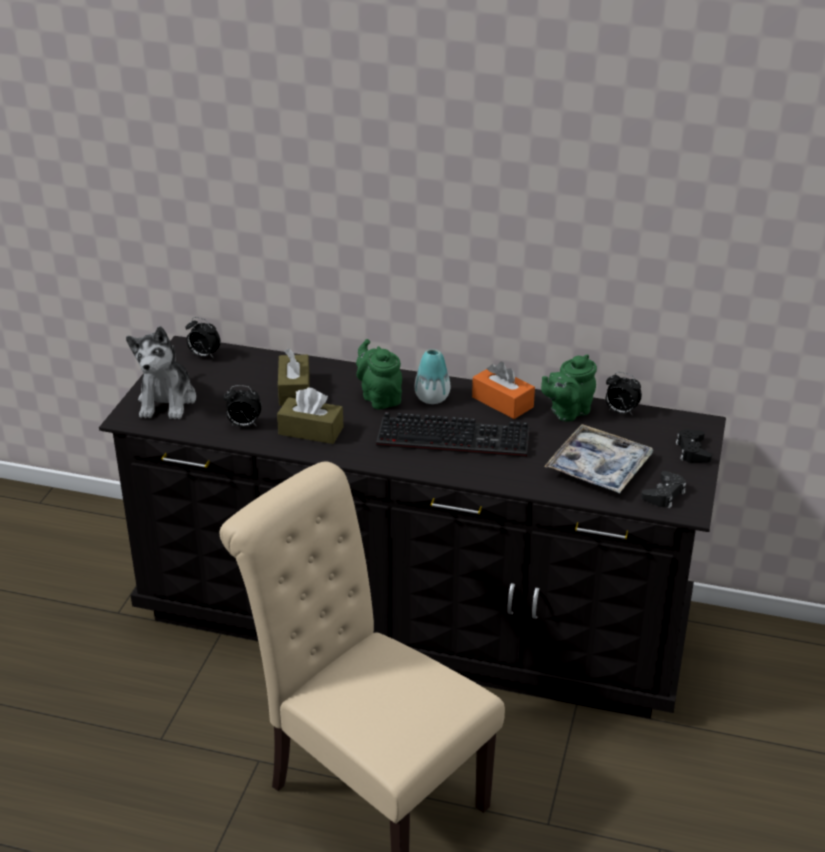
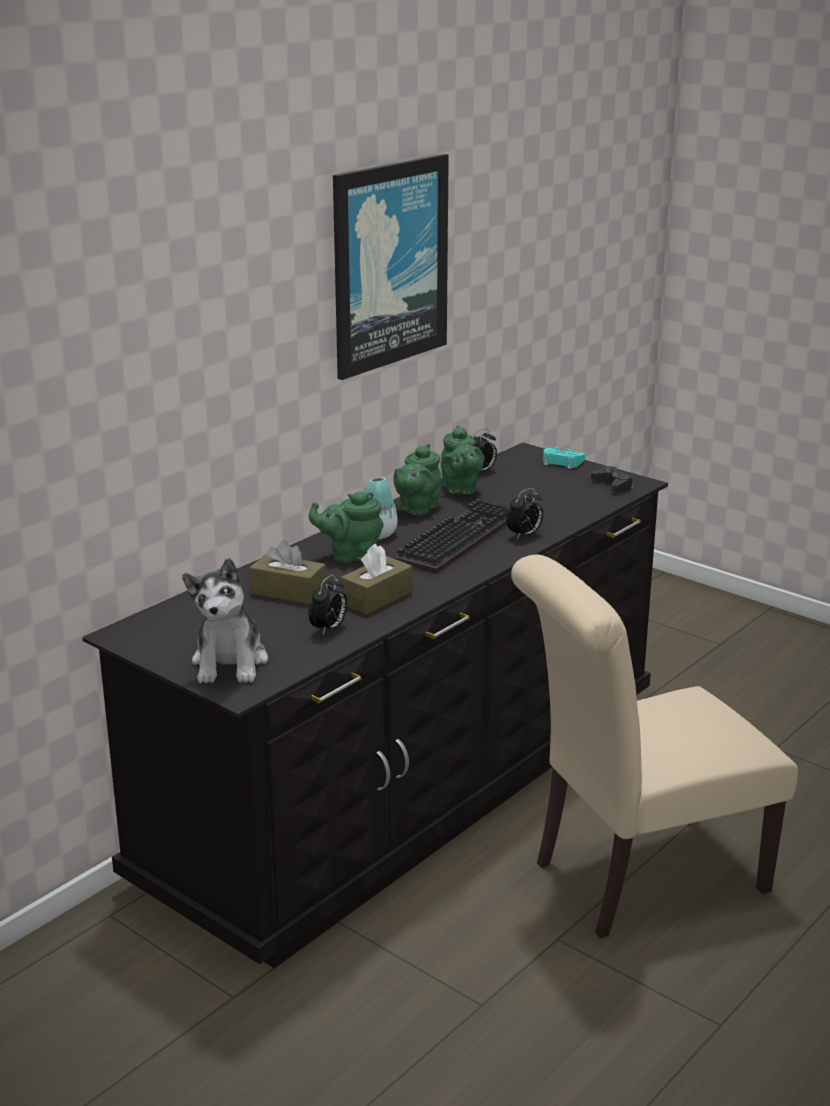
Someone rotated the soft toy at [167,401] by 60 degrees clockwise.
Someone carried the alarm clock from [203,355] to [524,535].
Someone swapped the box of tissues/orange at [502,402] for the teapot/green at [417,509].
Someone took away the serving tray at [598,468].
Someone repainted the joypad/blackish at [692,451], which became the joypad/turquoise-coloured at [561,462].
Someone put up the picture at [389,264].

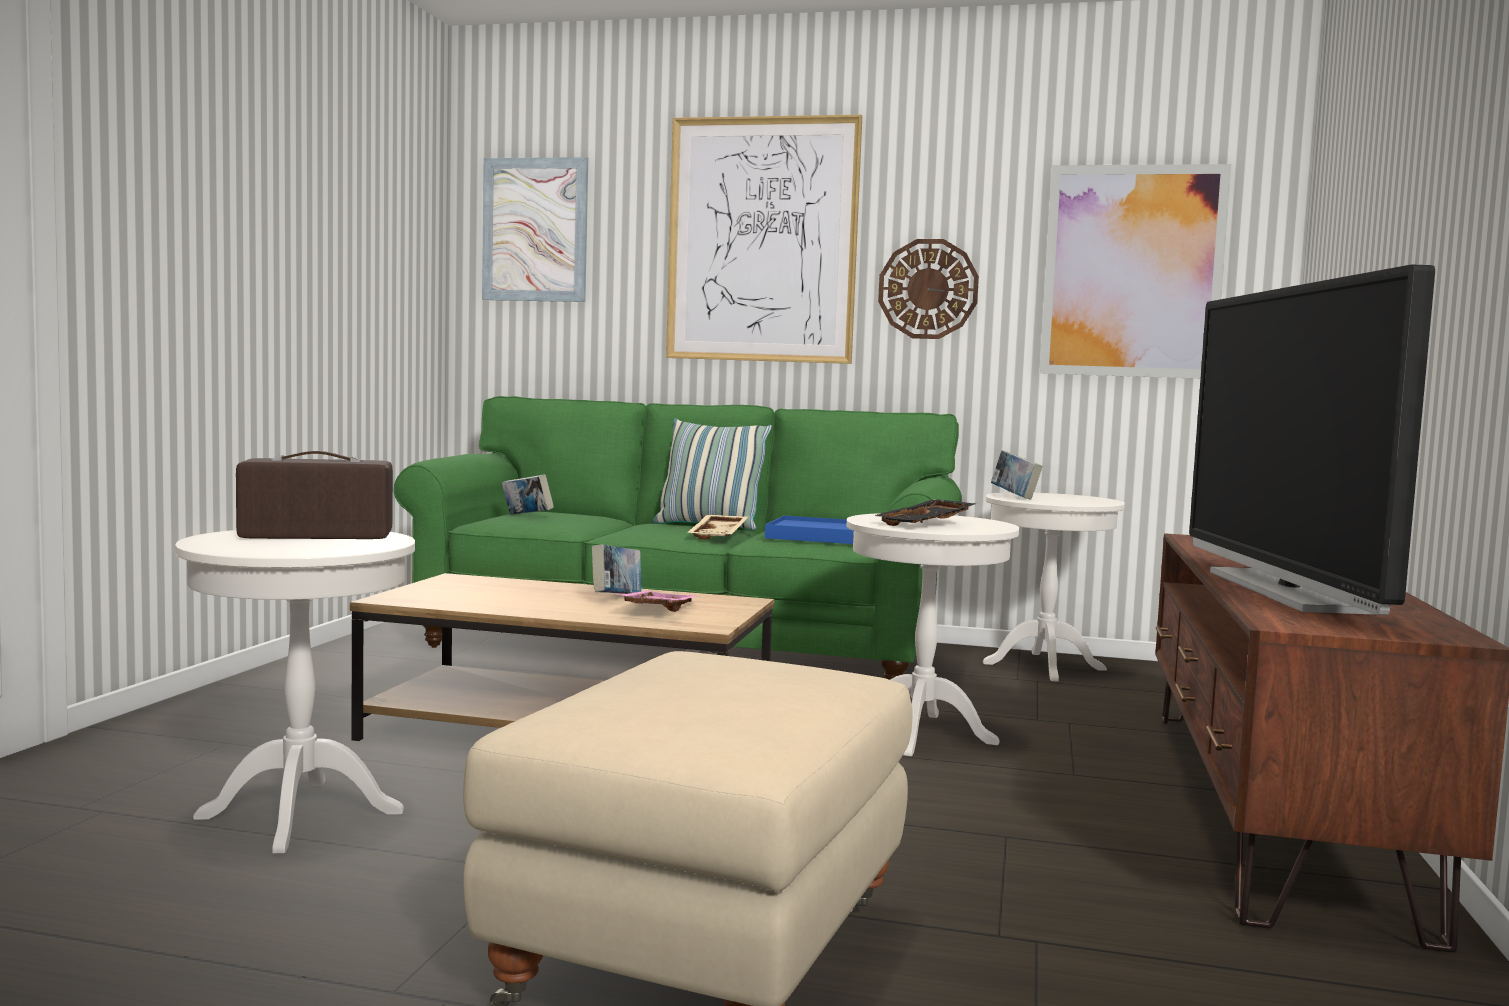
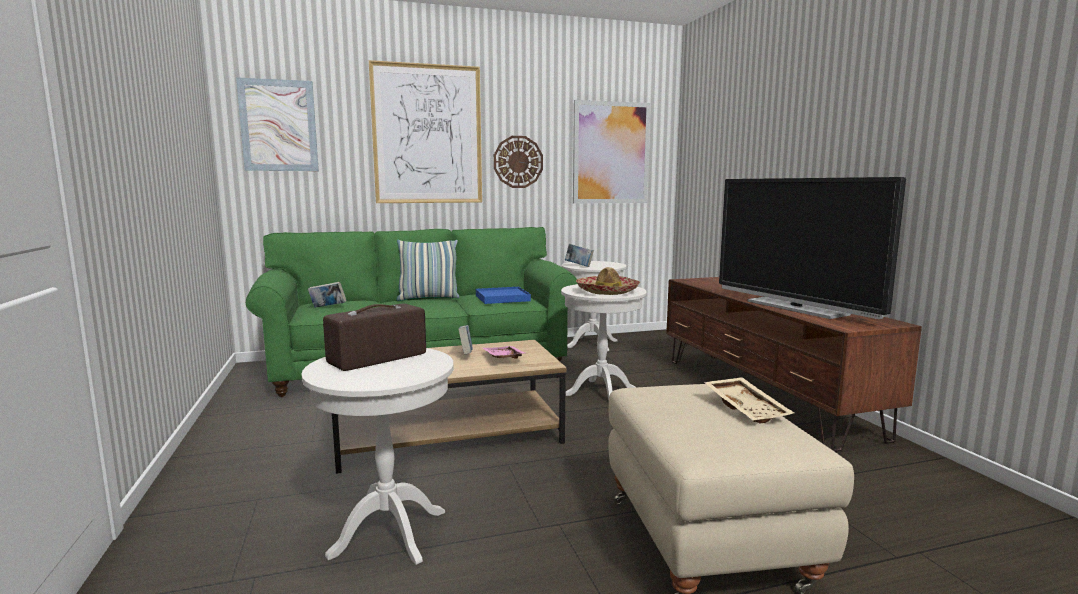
Someone carried the serving tray/sand-coloured from [720,536] to [747,408].
Someone swapped the serving tray/blackish at [926,524] for the wearable hat at [607,291].

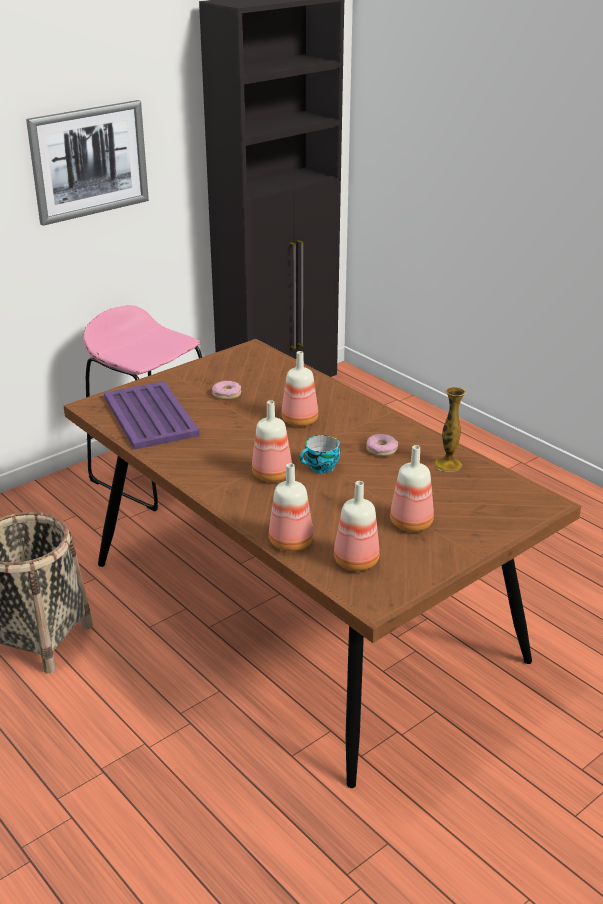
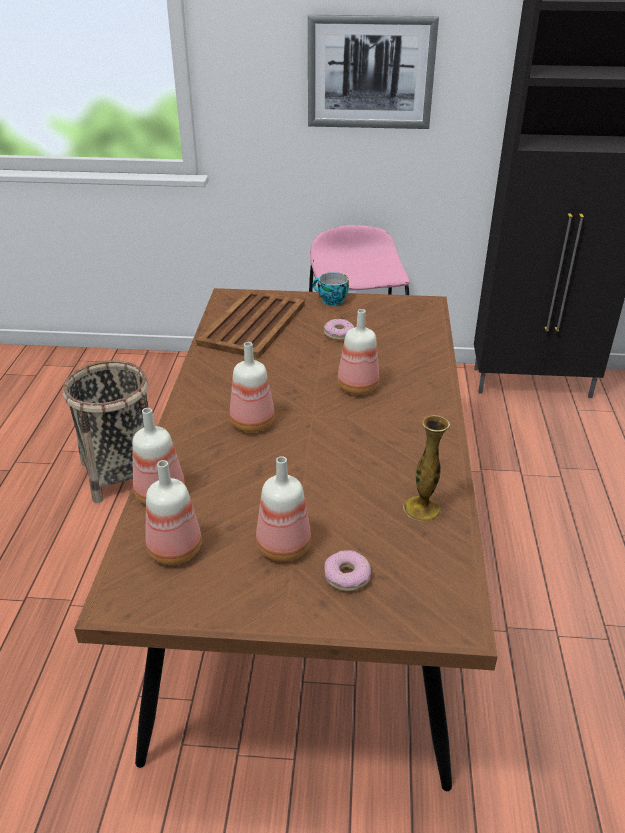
Someone repainted the serving tray/purple-coloured at [150,417], which became the serving tray/brown at [252,325].
Someone carried the cup from [321,468] to [331,301].
Someone carried the donut from [381,449] to [347,576].

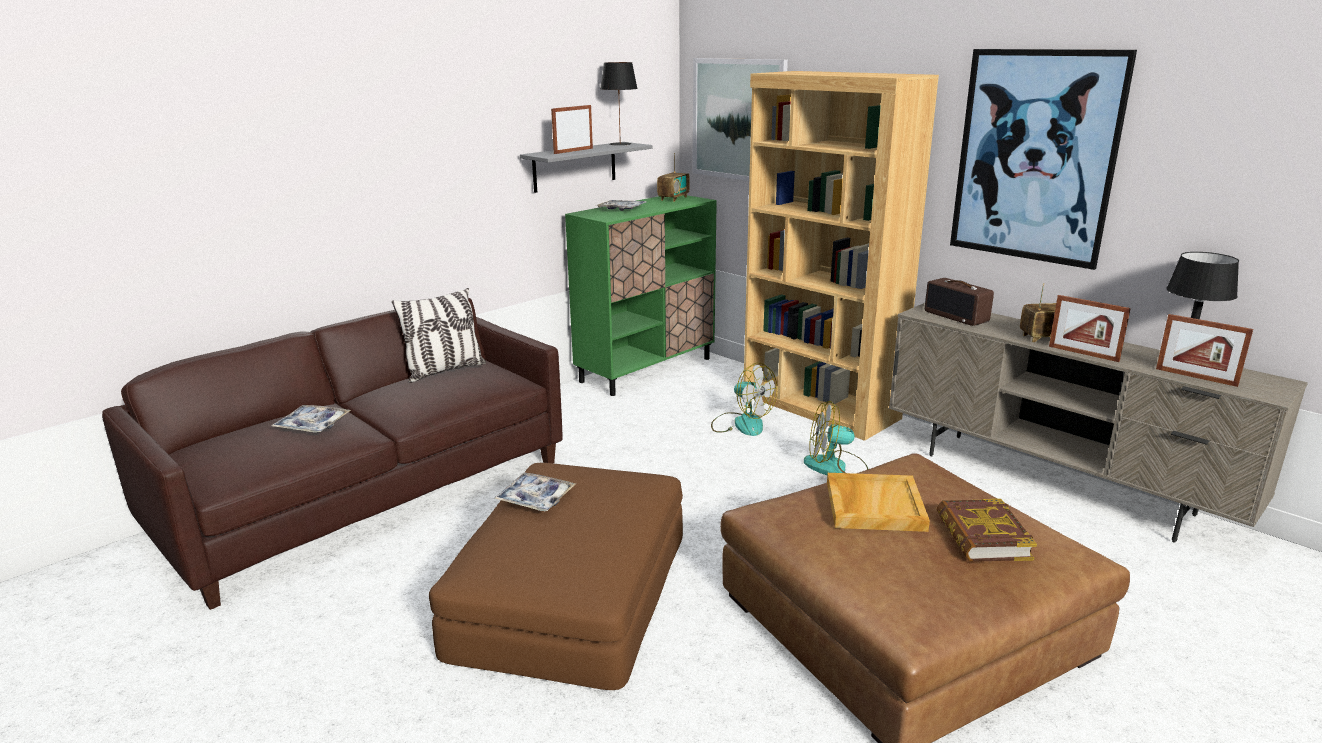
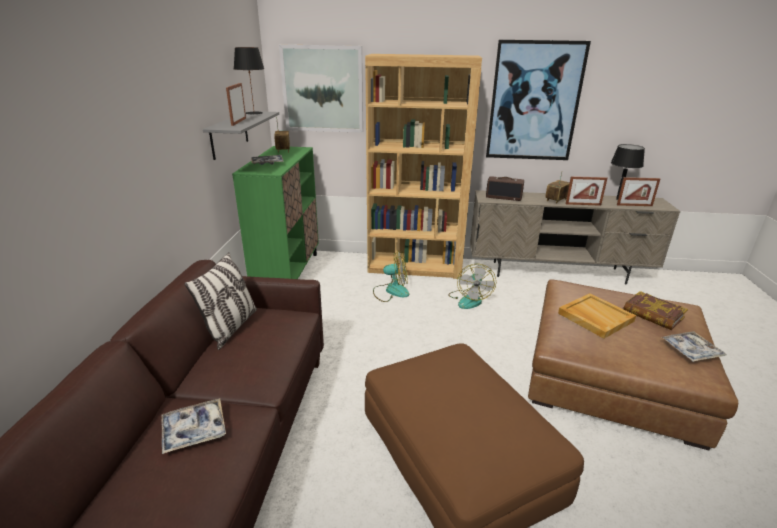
Someone carried the serving tray from [535,498] to [691,350].
Someone rotated the fan at [835,466] by 45 degrees counterclockwise.

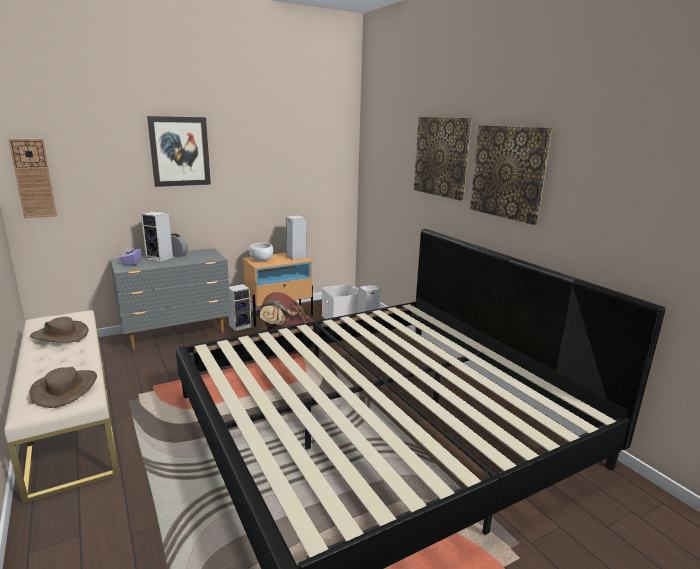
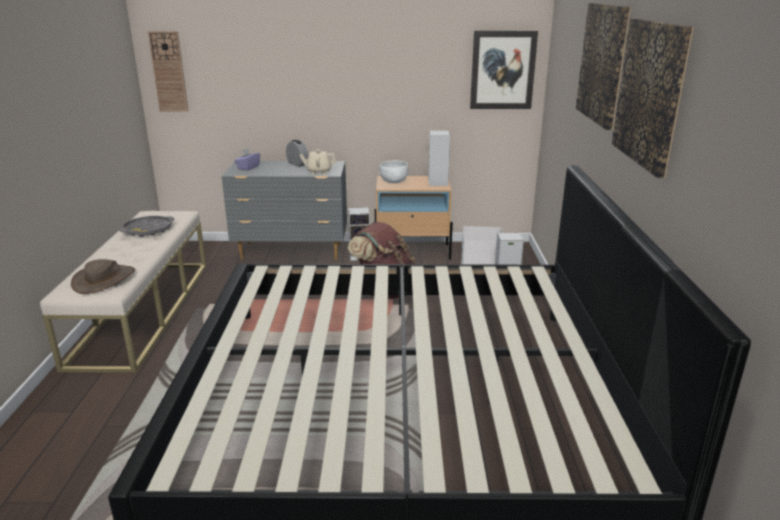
Someone swapped the wearable hat/brown at [60,335] for the serving tray/grey at [148,230].
Someone took away the audio speaker at [160,258].
Someone carried the picture from [180,151] to [502,70].
Someone put down the teapot/sand-coloured at [318,172].

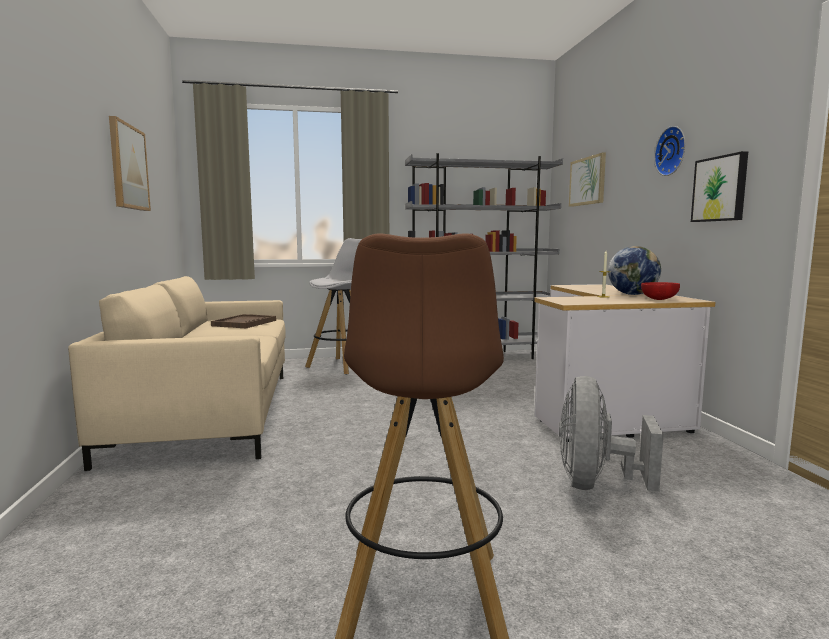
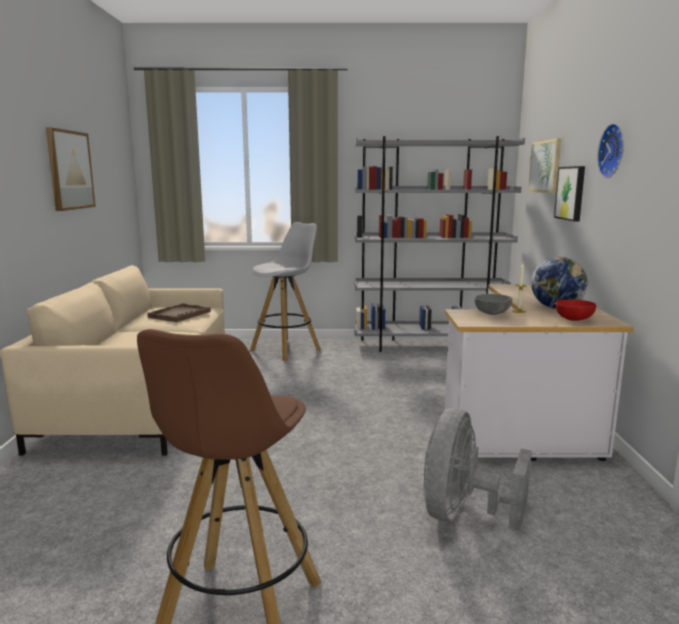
Someone carried the picture from [720,189] to [571,193].
Someone put down the bowl/grey at [492,314].

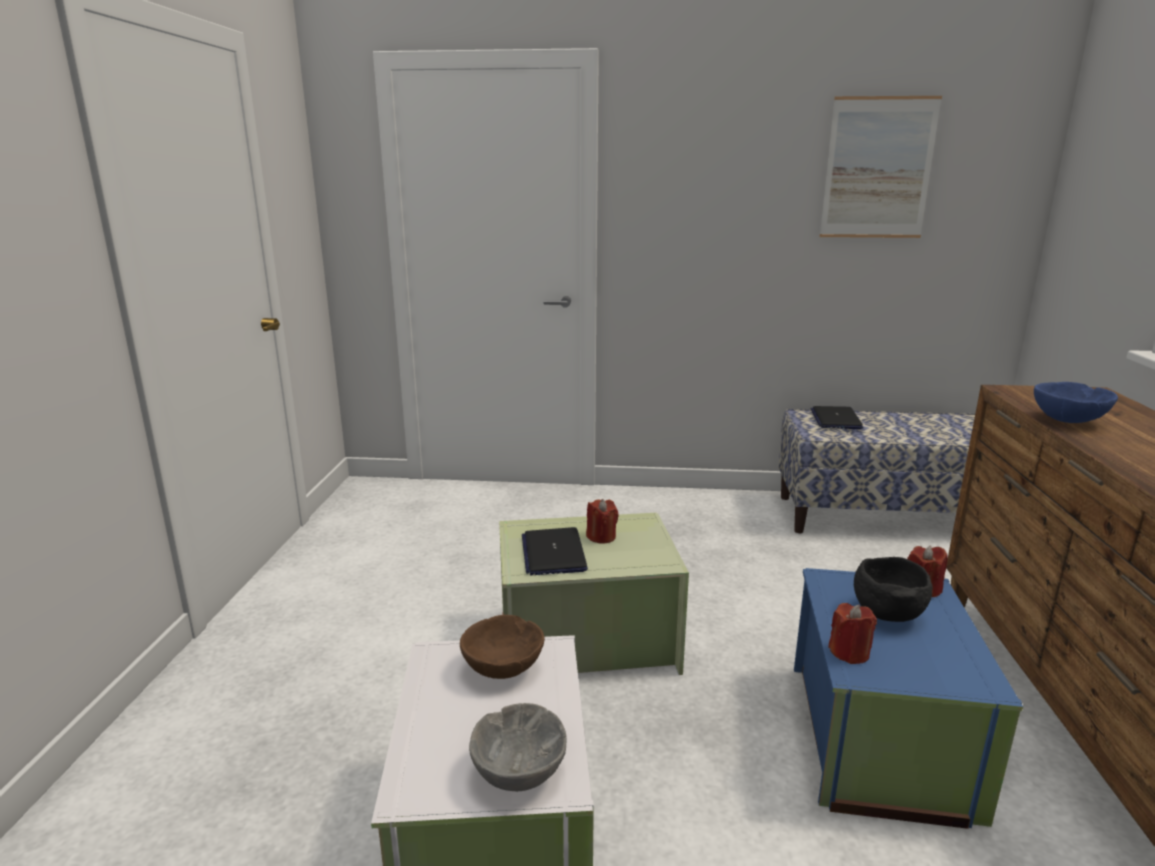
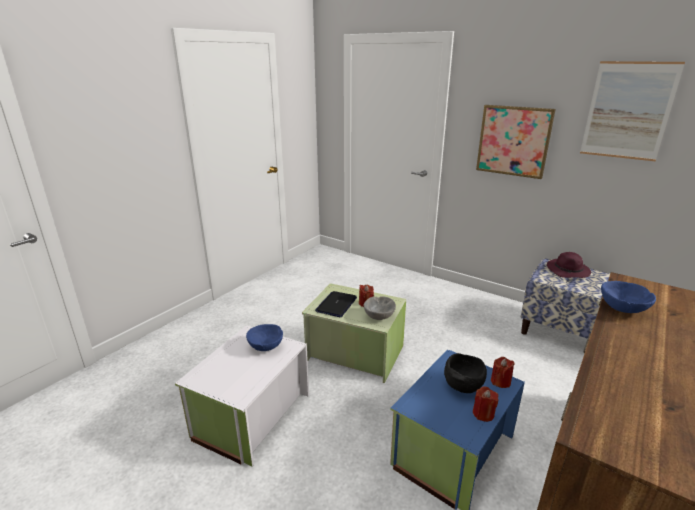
Someone repainted the bowl/brown at [503,668], which became the bowl/blue at [266,347].
Someone carried the bowl/grey from [518,772] to [379,316].
Someone swapped the notebook computer at [835,419] for the wearable hat/purple-coloured at [568,271].
Someone carried the candle/red-coloured from [849,652] to [483,414].
Someone put up the picture at [513,141].

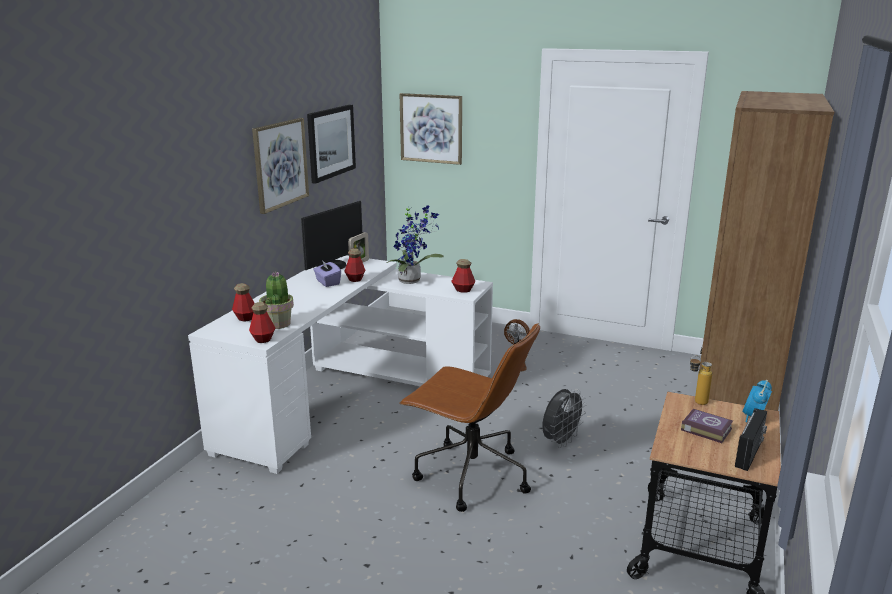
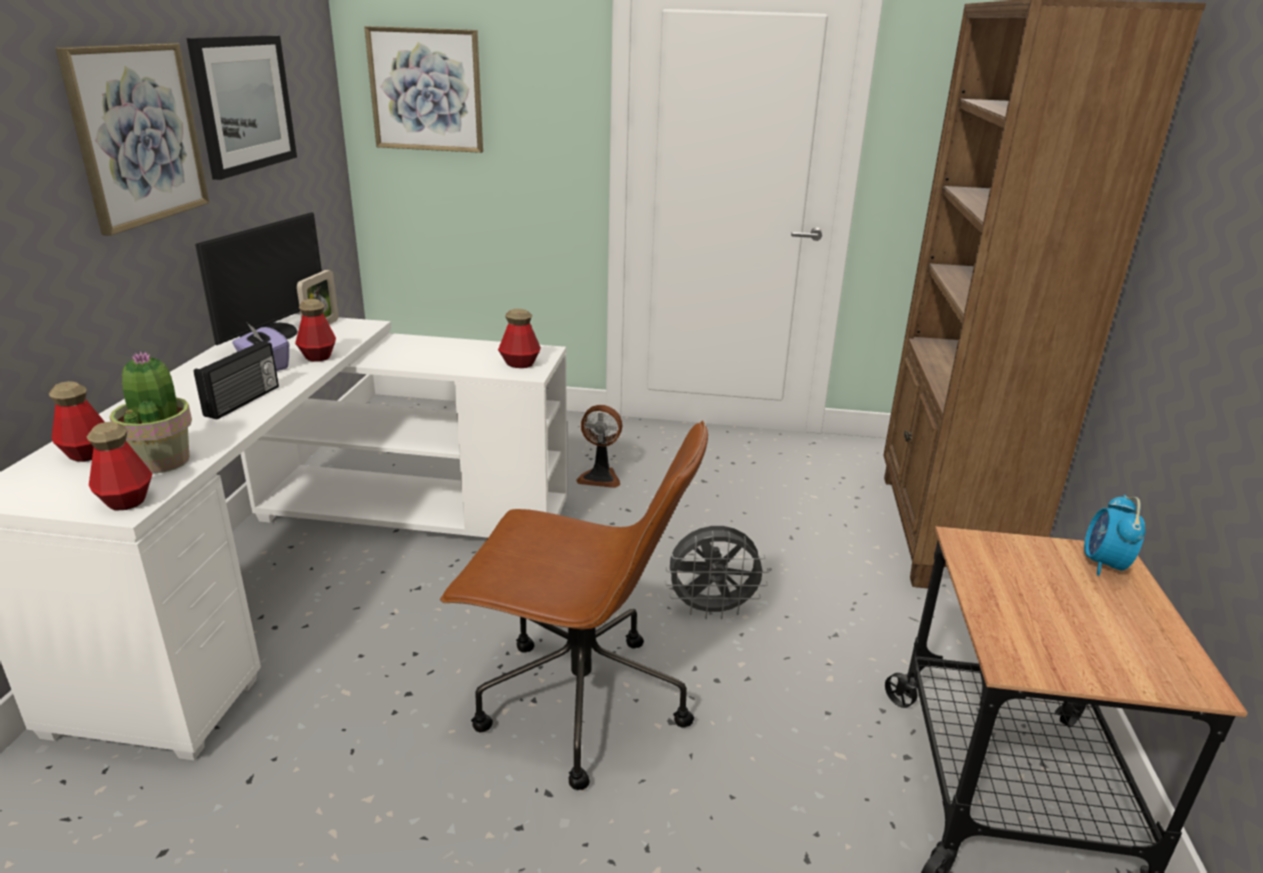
Someone took away the potted plant at [412,280].
Someone rotated the fan/grey at [560,441] by 60 degrees clockwise.
Someone took away the book at [705,428].
Someone took away the beverage bottle at [695,402].
Someone carried the radio set from [750,454] to [244,401].

